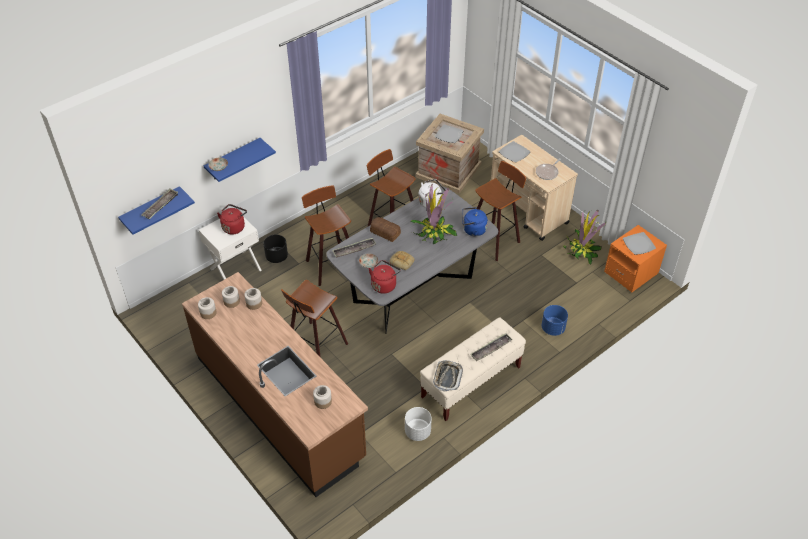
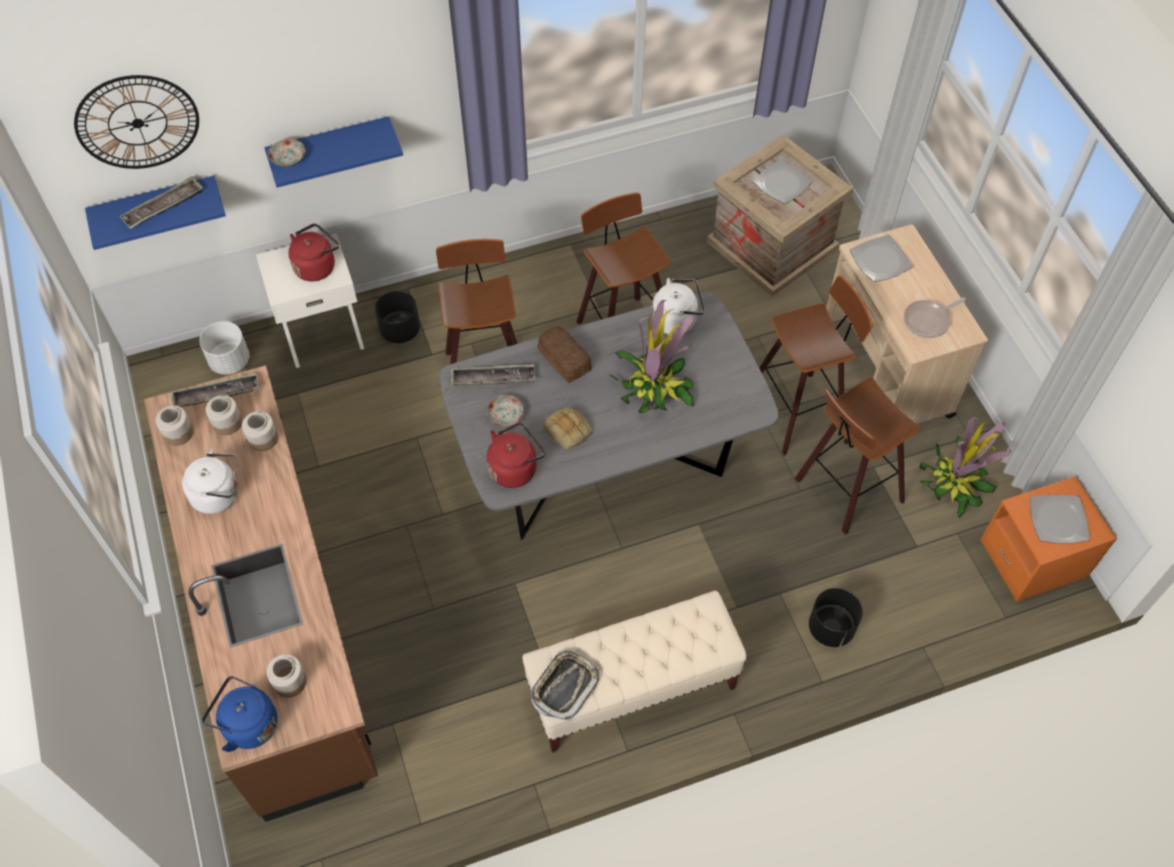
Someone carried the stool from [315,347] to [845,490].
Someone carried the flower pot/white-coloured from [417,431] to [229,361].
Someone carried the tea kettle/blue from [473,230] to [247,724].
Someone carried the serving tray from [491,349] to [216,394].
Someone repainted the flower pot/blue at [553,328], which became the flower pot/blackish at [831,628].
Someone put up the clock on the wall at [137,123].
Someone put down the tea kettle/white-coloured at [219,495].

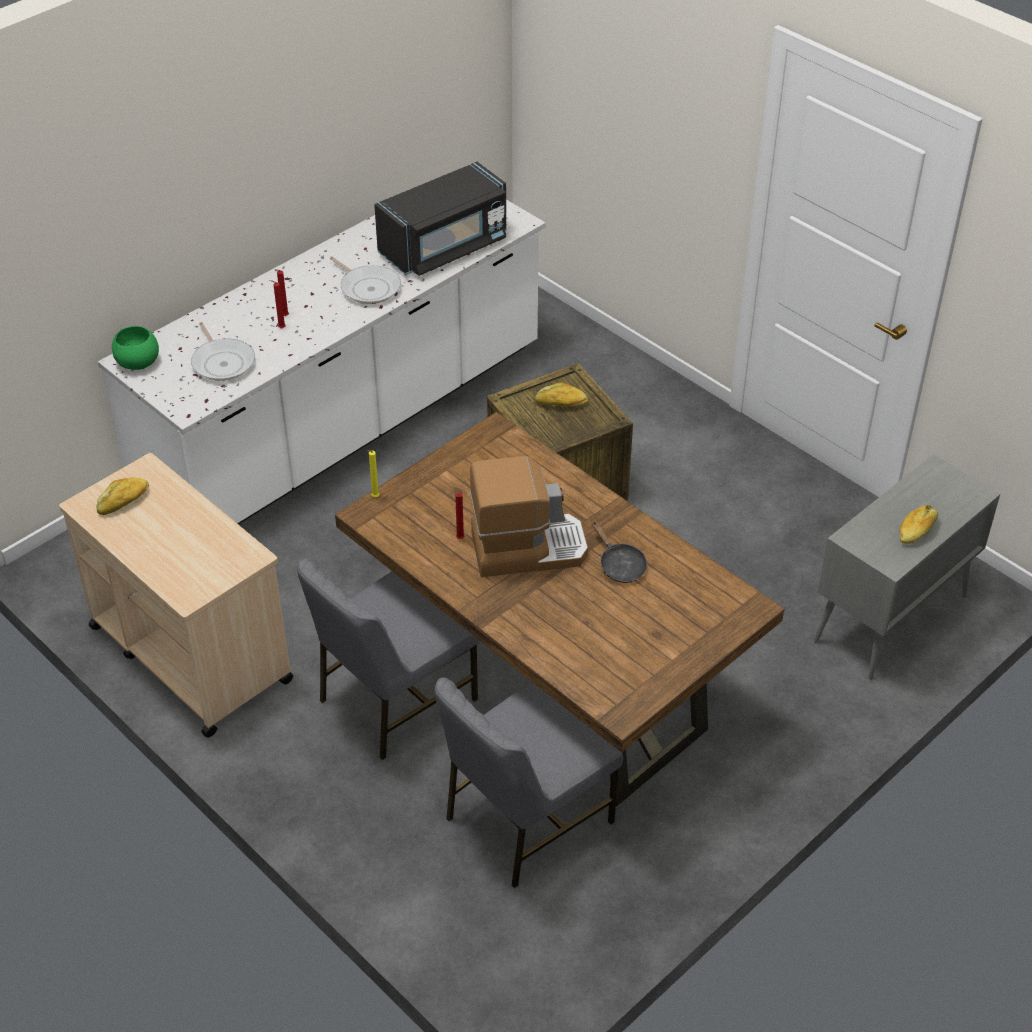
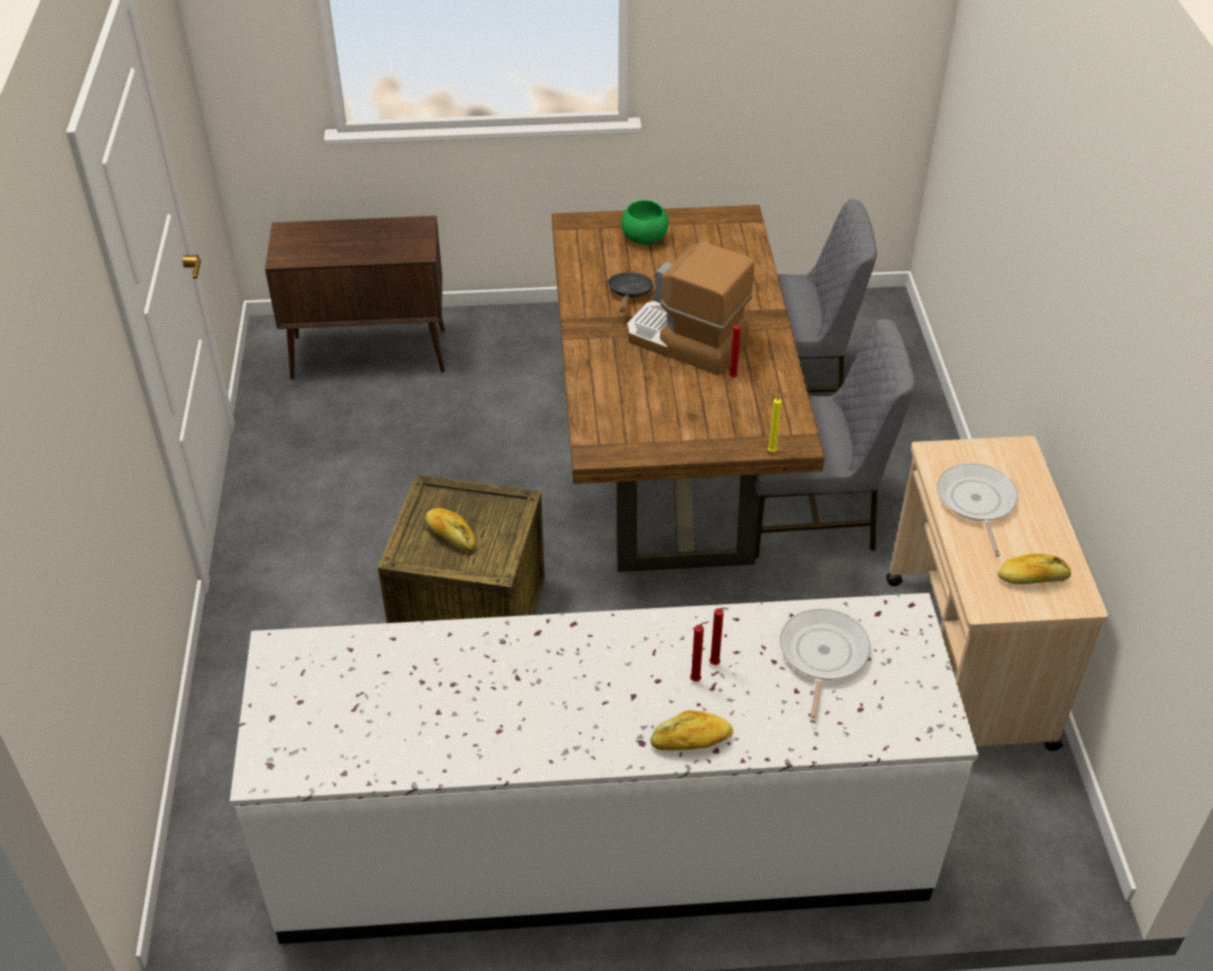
Someone carried the bowl/green from [138,362] to [644,239].
Someone carried the skillet from [368,287] to [976,503].
Someone took away the microwave/blackish at [444,247].
Someone repainted the cabinet/grey at [890,619], which became the cabinet/brown at [370,354].
Someone carried the bread from [917,530] to [691,741].

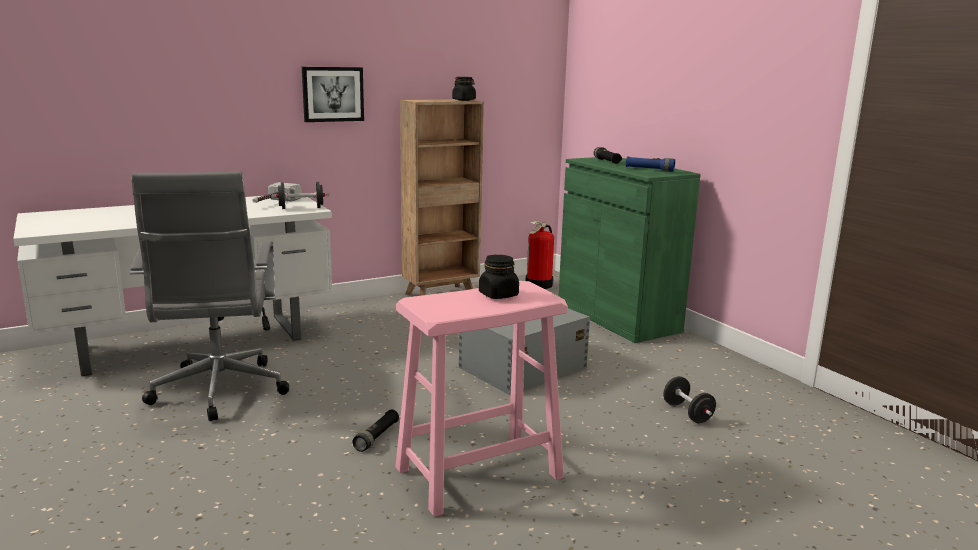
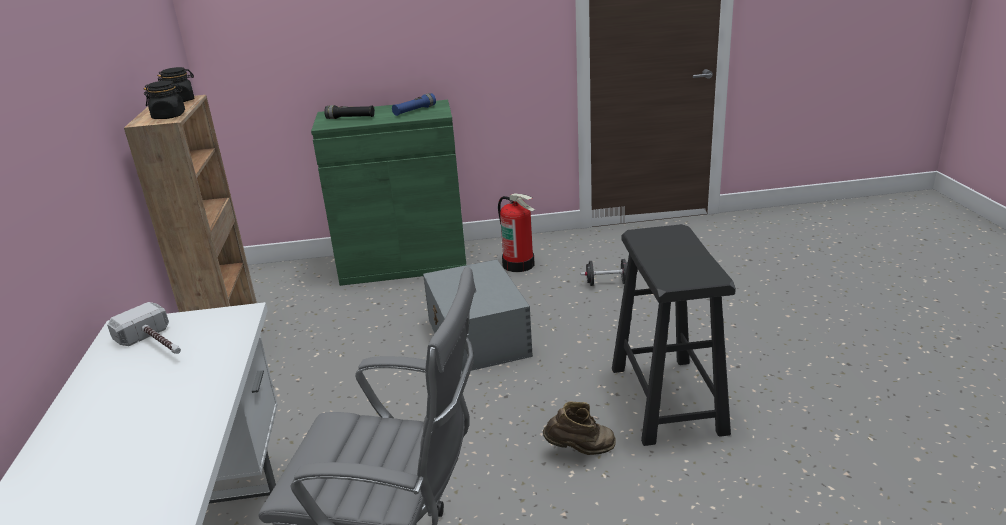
Someone took away the hand weight/blackish at [301,208].
Someone took away the picture at [332,94].
Someone swapped the flashlight/blackish at [377,437] for the tall boot/brown at [580,450].
Someone repainted the stool/pinkish at [480,472], which became the stool/blackish at [667,399].
Someone carried the jar/blackish from [498,295] to [169,116].
Someone carried the fire-fighting cylinder from [539,285] to [519,264].

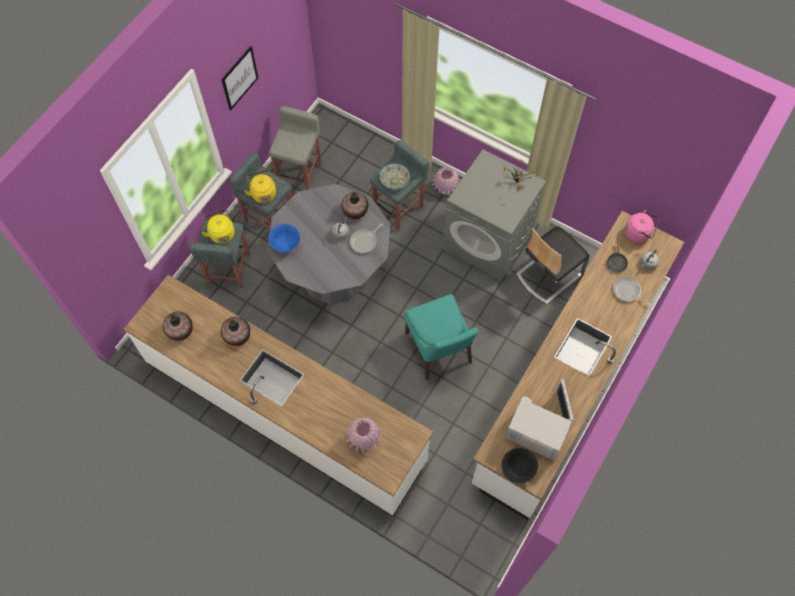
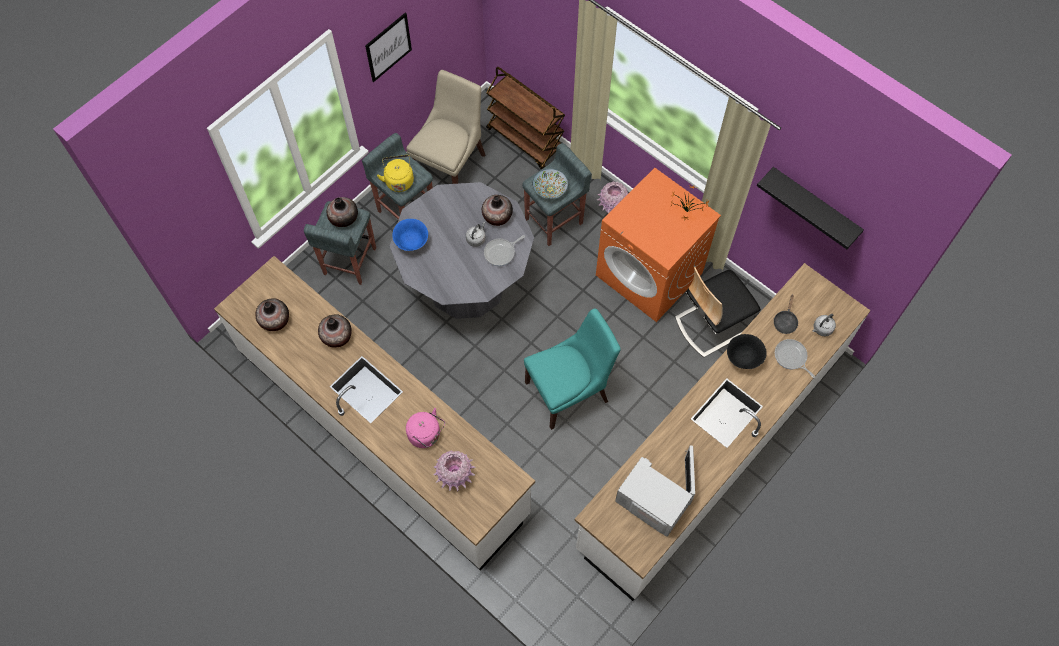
Someone swapped the tea kettle/yellow-coloured at [221,233] for the vase at [344,218].
Someone swapped the stool/grey at [300,173] for the plain chair/sand-coloured at [450,164].
Someone rotated the plain chair/turquoise-coloured at [439,350] by 105 degrees counterclockwise.
Someone repainted the laundry appliance/grey at [488,241], which became the laundry appliance/orange at [650,274].
Someone carried the bowl/blackish from [517,469] to [743,358].
Someone carried the tea kettle/pinkish from [638,233] to [426,435].
Someone put down the cart/brown at [526,140].
Someone put up the bracket shelf/blackish at [814,206].

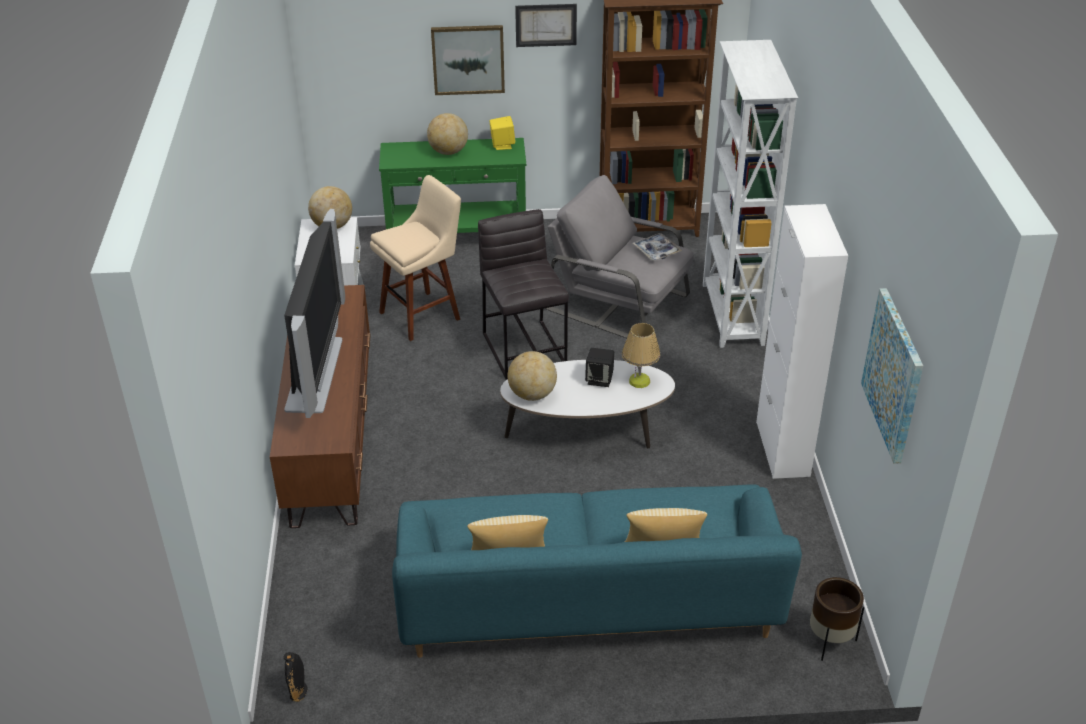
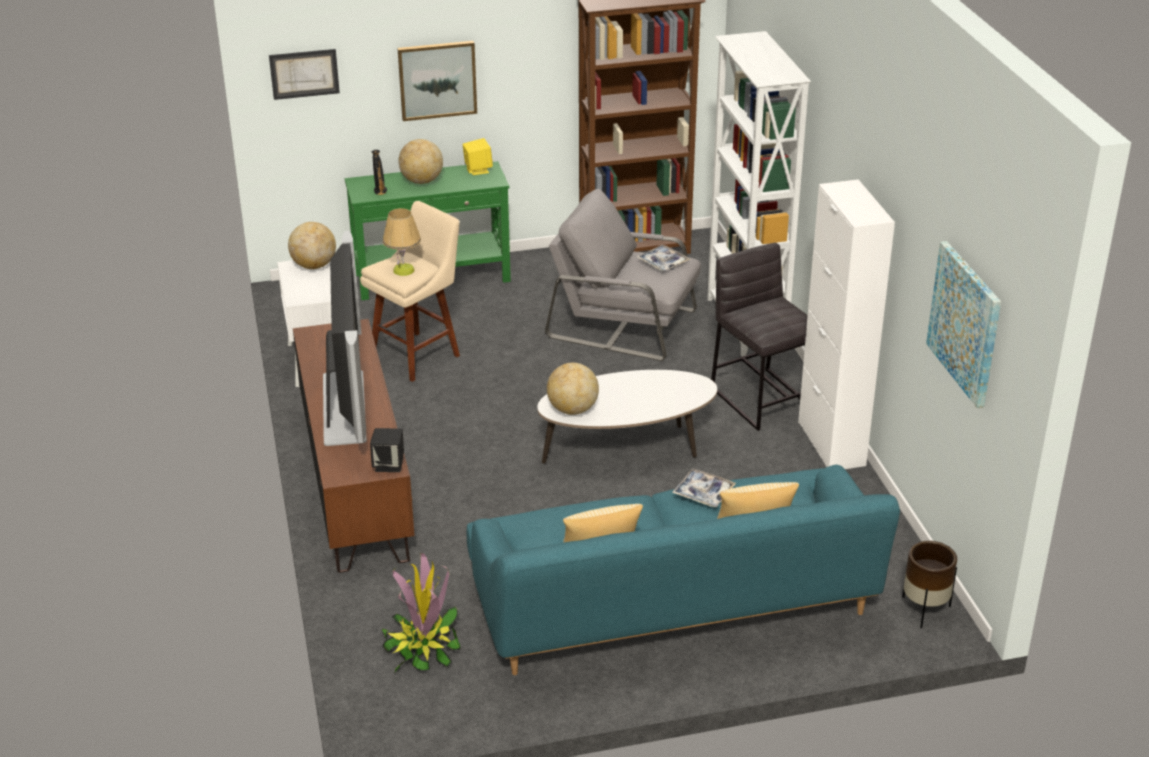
Someone carried the vase/blackish from [298,692] to [380,191].
Someone carried the stool/grey from [525,349] to [763,398].
Someone carried the picture from [546,25] to [304,73].
Someone carried the audio speaker/blackish from [599,379] to [389,465].
Someone carried the lamp for a table from [639,381] to [403,270].
Someone put down the potted plant at [423,647].
Someone put down the serving tray at [703,493].

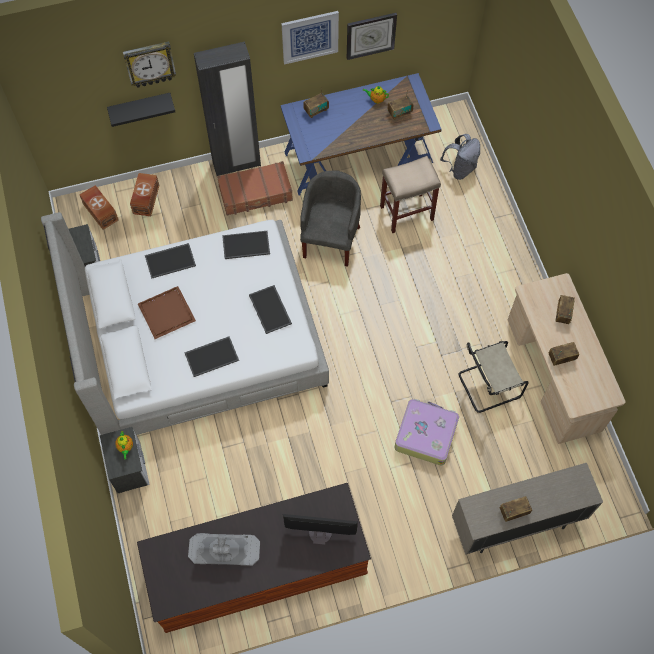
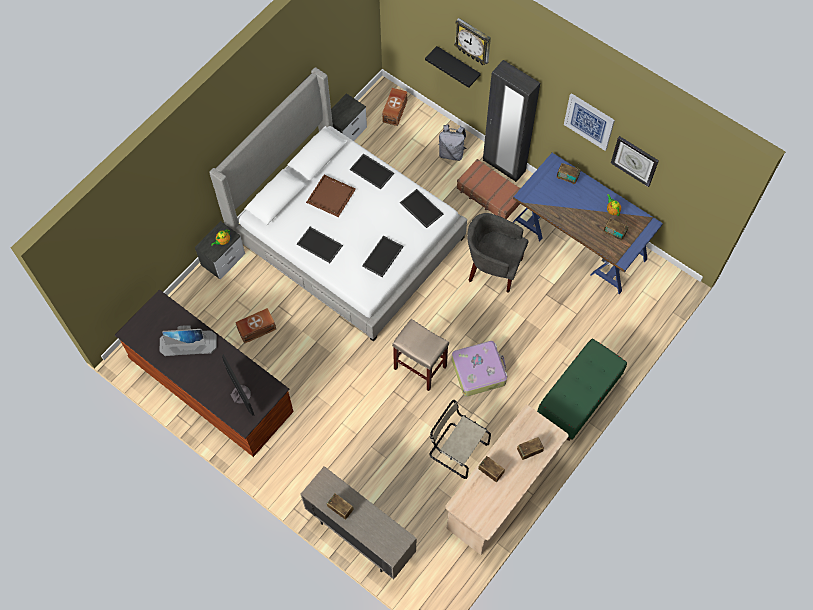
Someone carried the storage bin/brown from [145,200] to [256,329].
Someone rotated the monitor at [223,549] by 120 degrees clockwise.
Someone rotated the armchair/grey at [331,239] by 135 degrees counterclockwise.
Someone carried the stool/sand-coloured from [406,213] to [419,367].
Someone carried the travel case from [425,434] to [479,371].
Someone carried the rucksack/grey from [460,169] to [451,153].
Someone put down the long seat/green at [578,398].

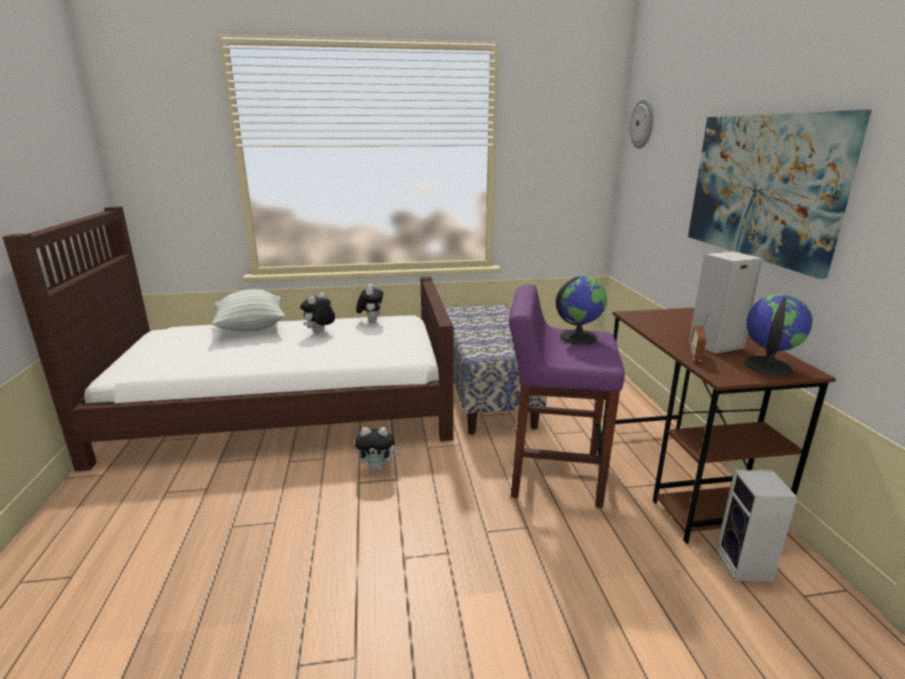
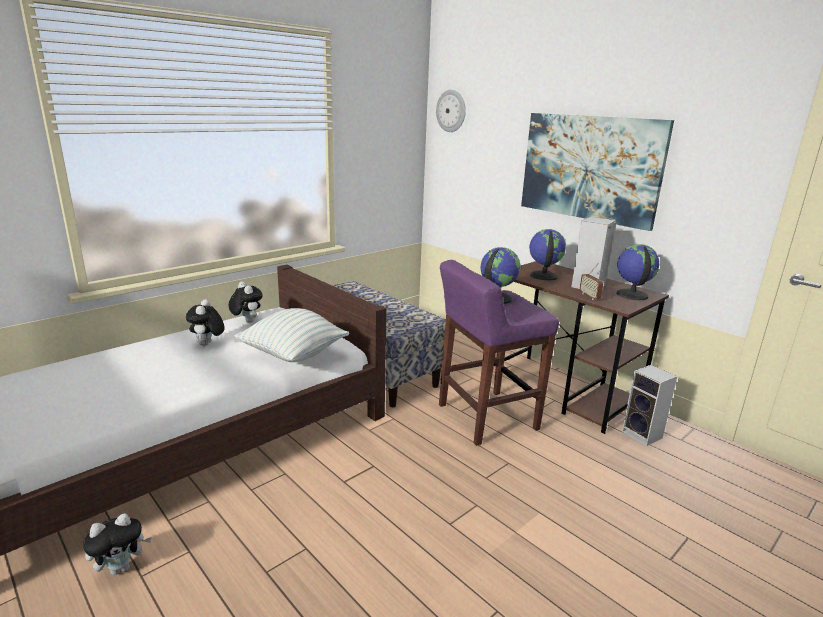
Someone carried the throw pillow from [251,328] to [293,355].
Someone carried the soft toy from [378,468] to [121,567].
Someone put down the globe at [543,276].

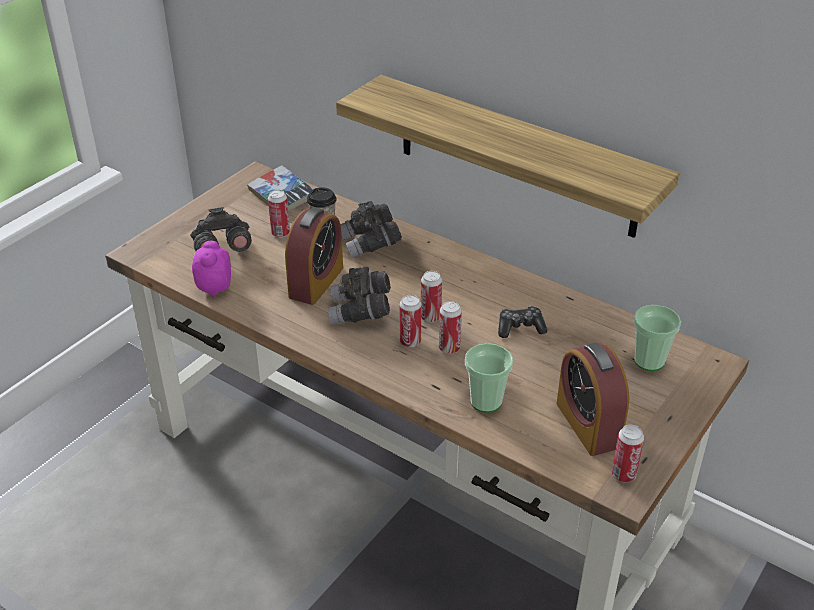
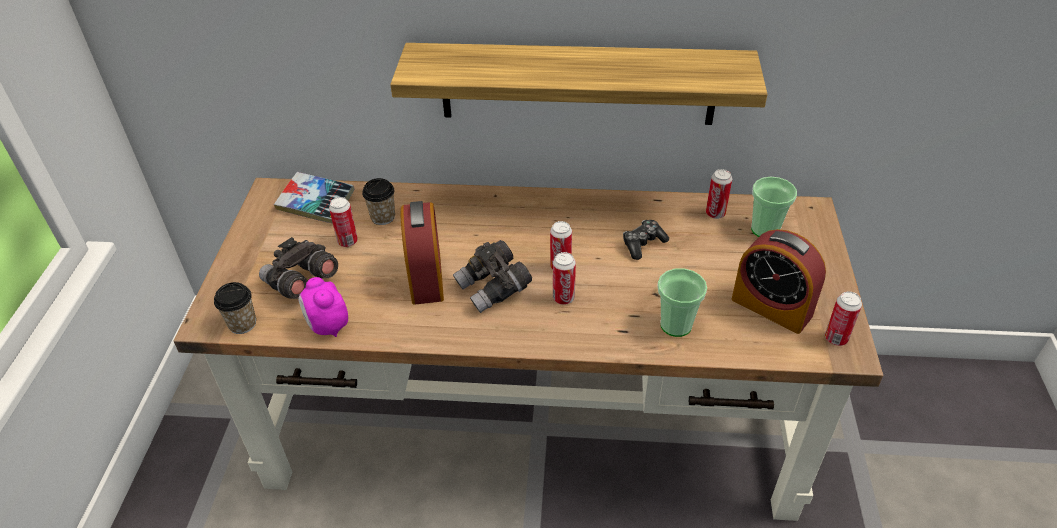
Someone took away the field glasses/grey at [370,243].
Someone carried the sealed can from [449,348] to [715,213].
Someone put down the cup at [242,324].

